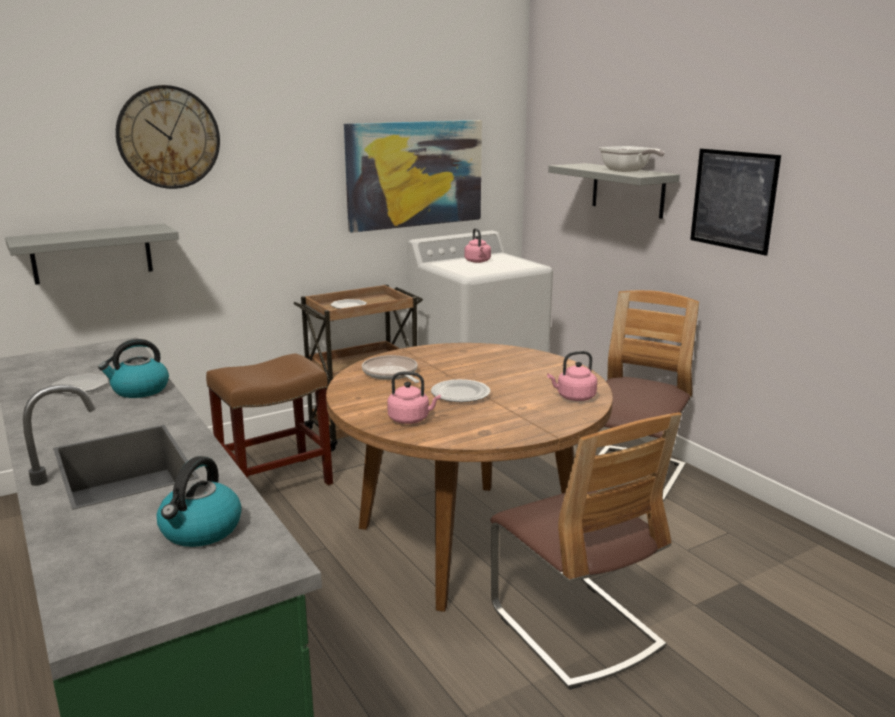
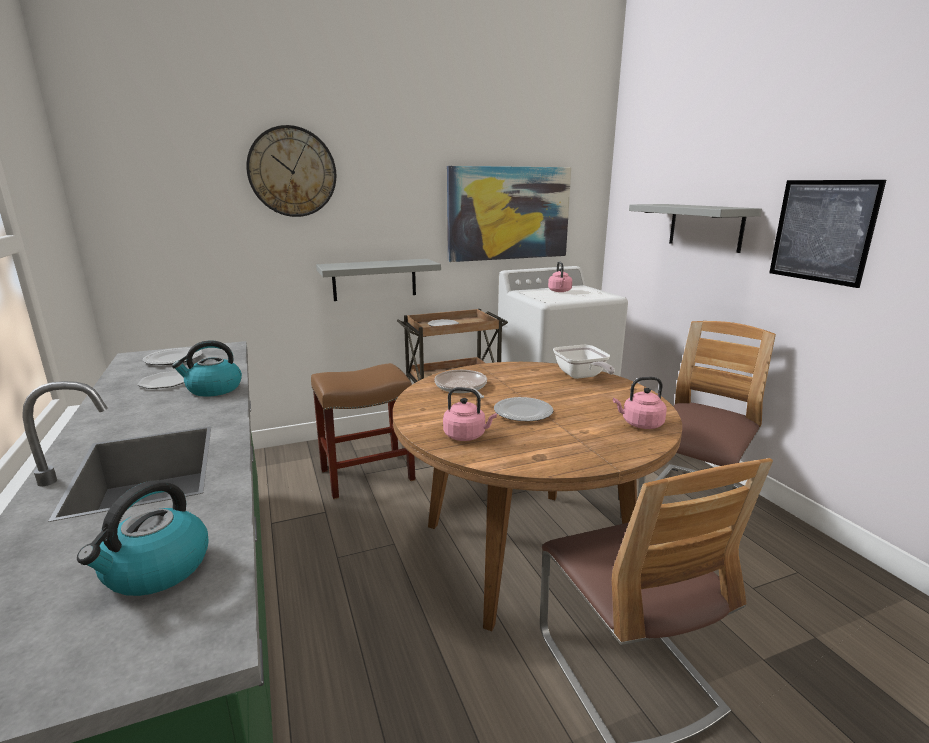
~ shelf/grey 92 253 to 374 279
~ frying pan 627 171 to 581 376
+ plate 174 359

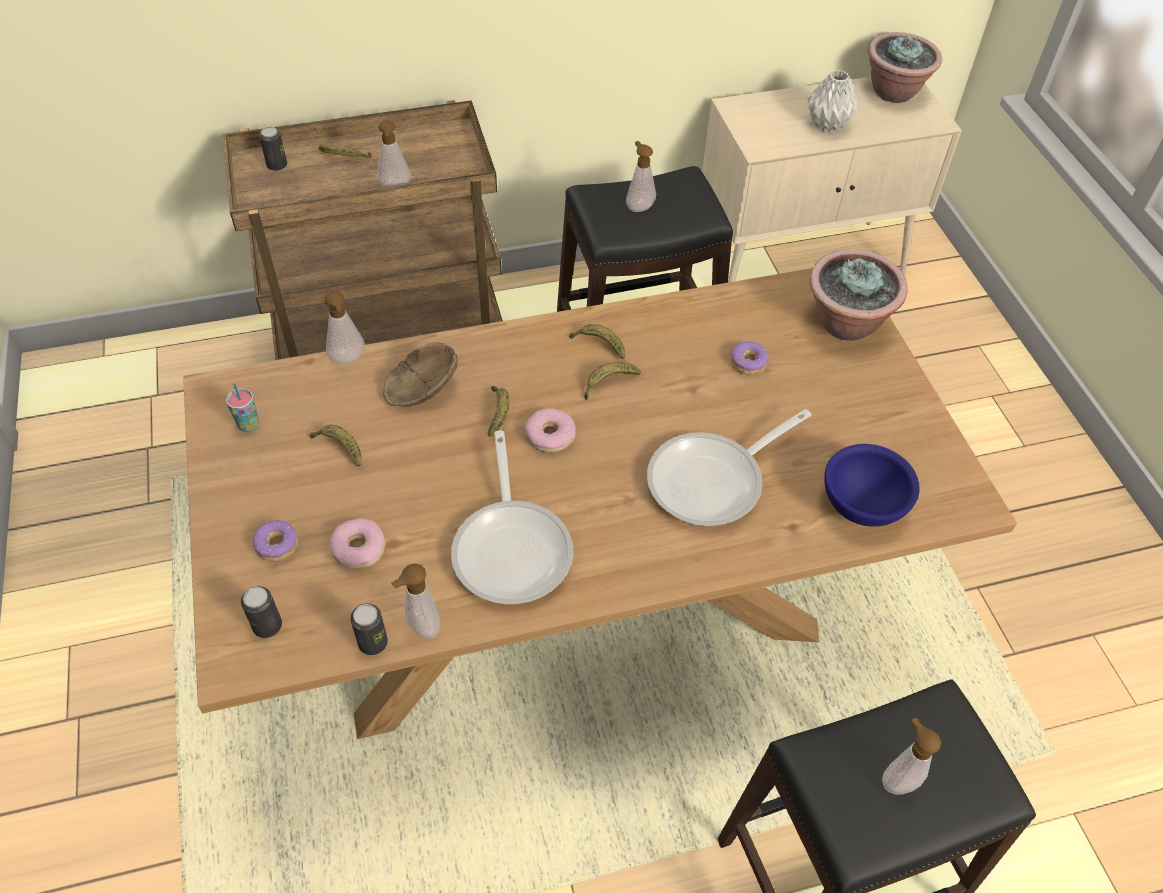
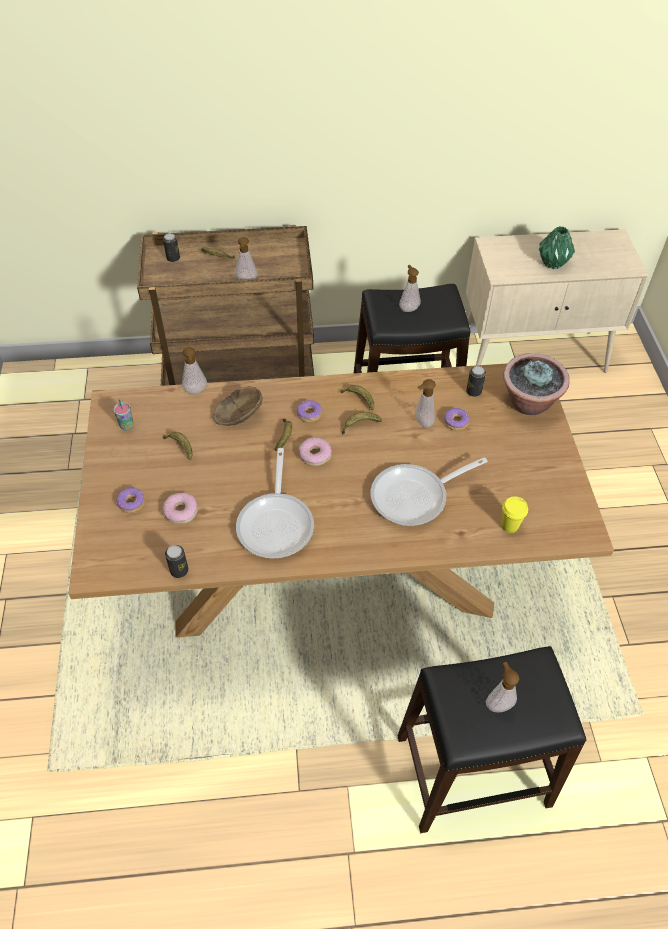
~ can 267 626 to 473 392
~ soap dispenser 420 628 to 422 422
~ vase/grey 826 126 to vase/green 552 263
~ bowl/blue 860 506 to cup/yellow 509 525
- potted plant 894 92
+ donut 309 414

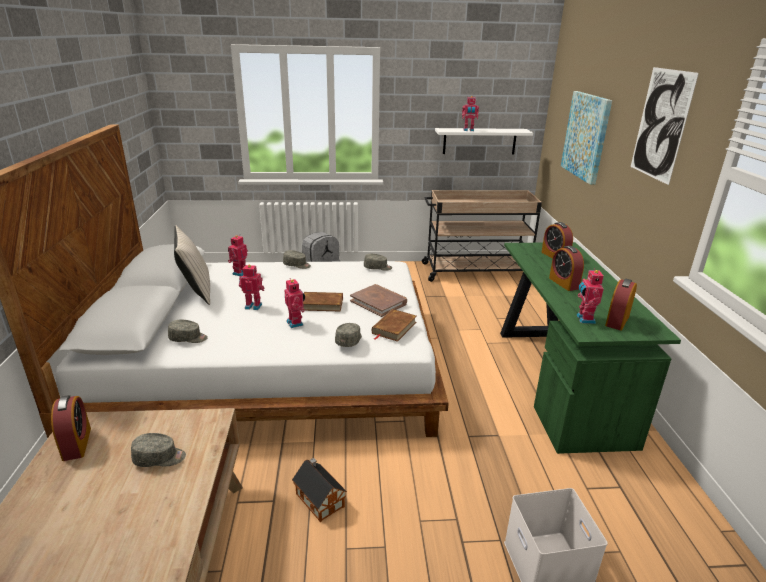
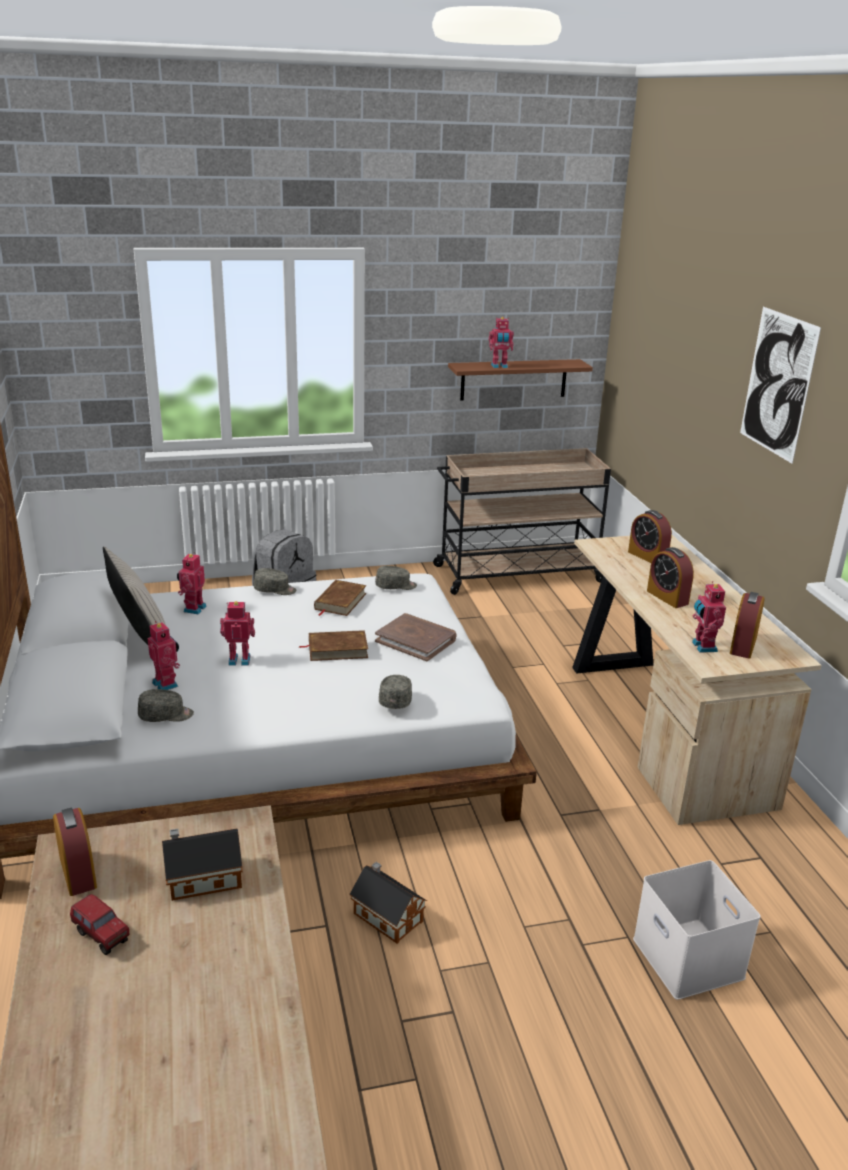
~ cap/grey 159 458 to toy house 201 878
~ toy robot 296 323 to 167 684
~ book/brown 394 328 to 340 601
~ shelf/white 479 141 to shelf/brown 513 379
~ desk/green 557 380 to desk/beige 662 728
- picture 586 136
+ toy truck 101 936

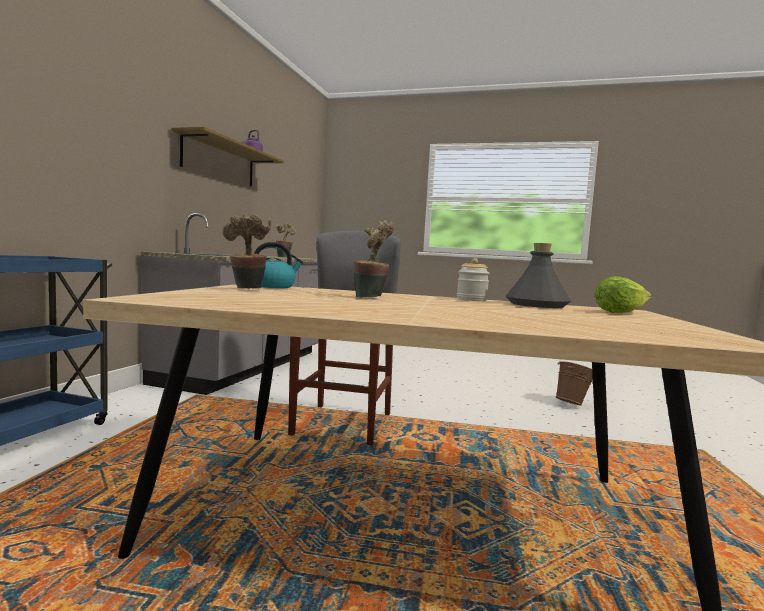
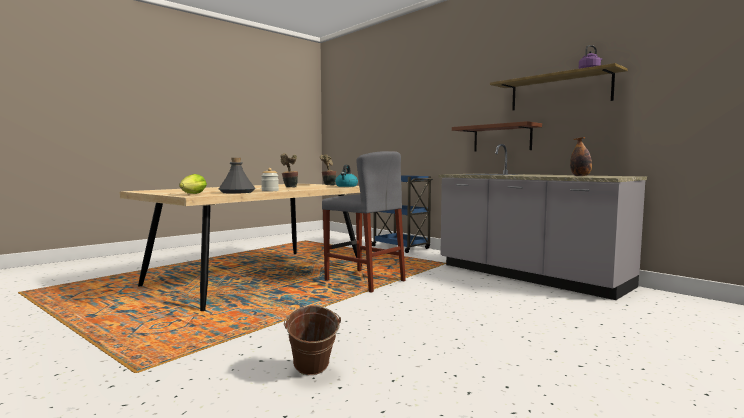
~ potted plant 284 257 to bottle 580 176
+ shelf/brown 502 138

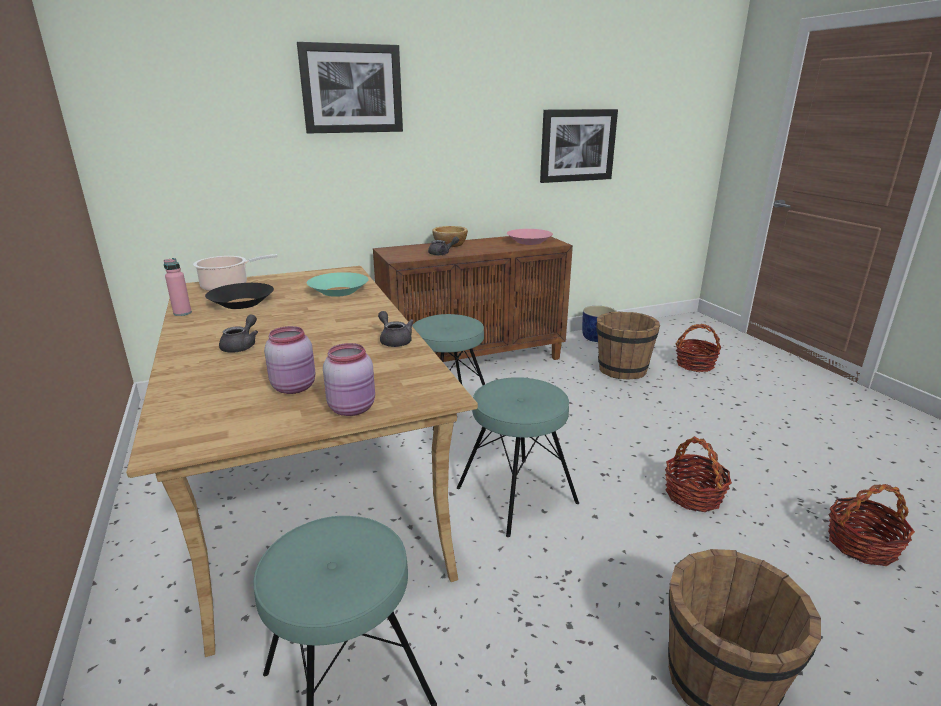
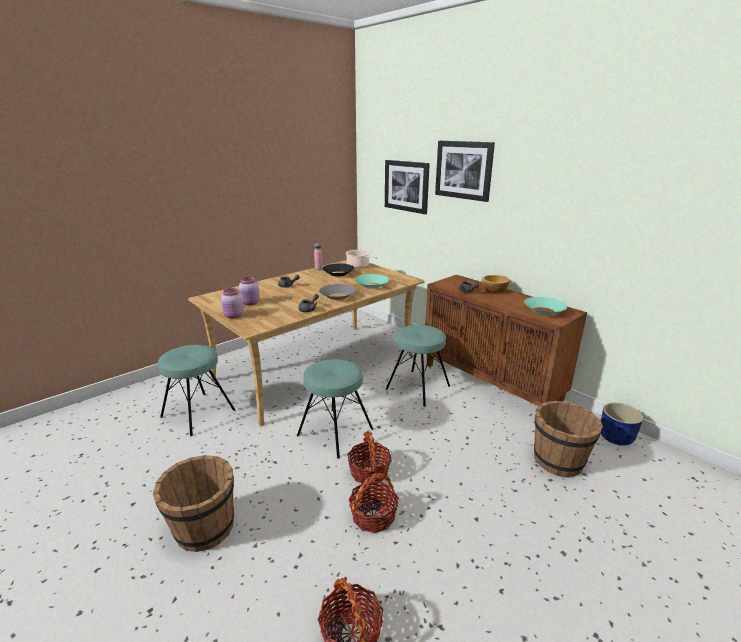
~ bowl/pink 529 242 to bowl/turquoise 544 311
~ picture 577 145 to 406 186
~ basket 695 365 to 369 472
+ bowl/grey 337 296

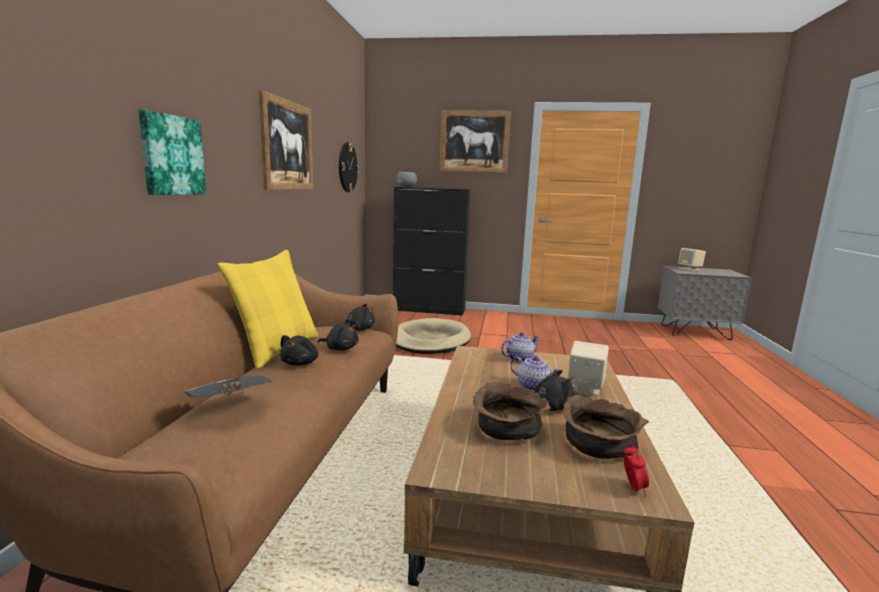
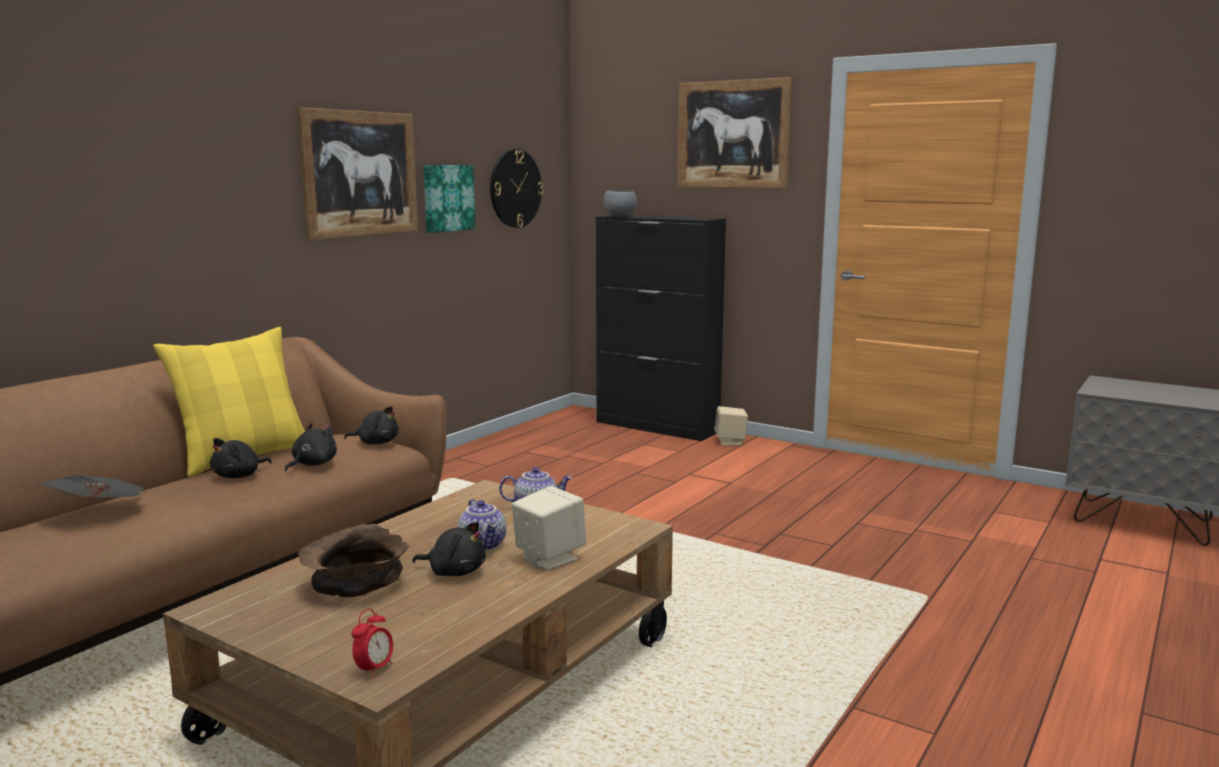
~ picture 171 155 to 447 198
~ plush toy/black 340 348 = 312 464 105 degrees counterclockwise
- dog bed/beige 430 340
- bowl/brown 600 445
~ speaker/beige 690 269 to 730 442

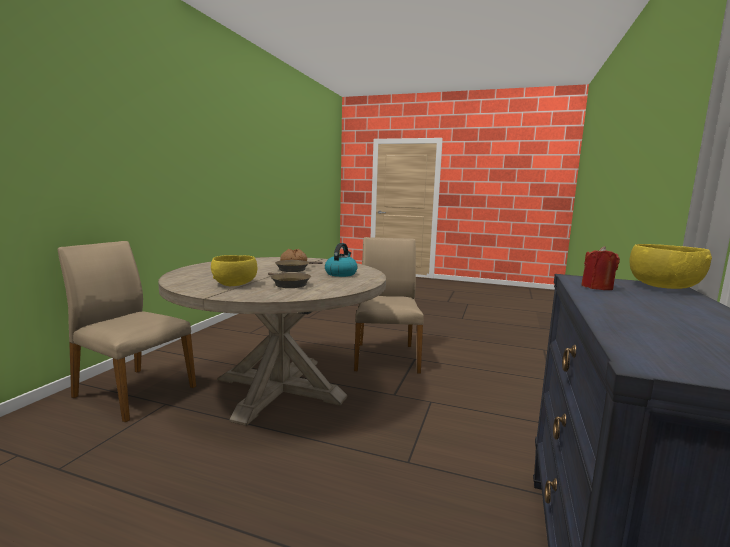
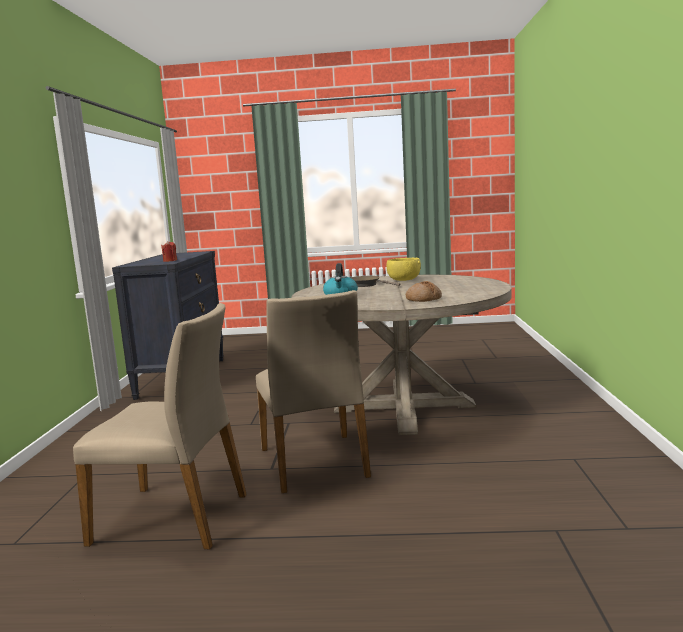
~ chair/beige 133 392 to 173 517
- frying pan/brown 294 269
- bowl/yellow 663 287

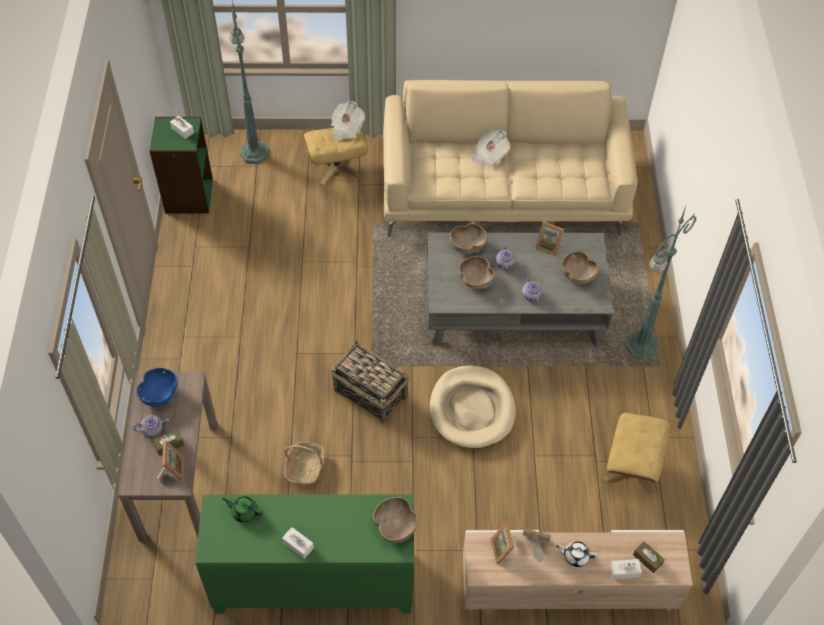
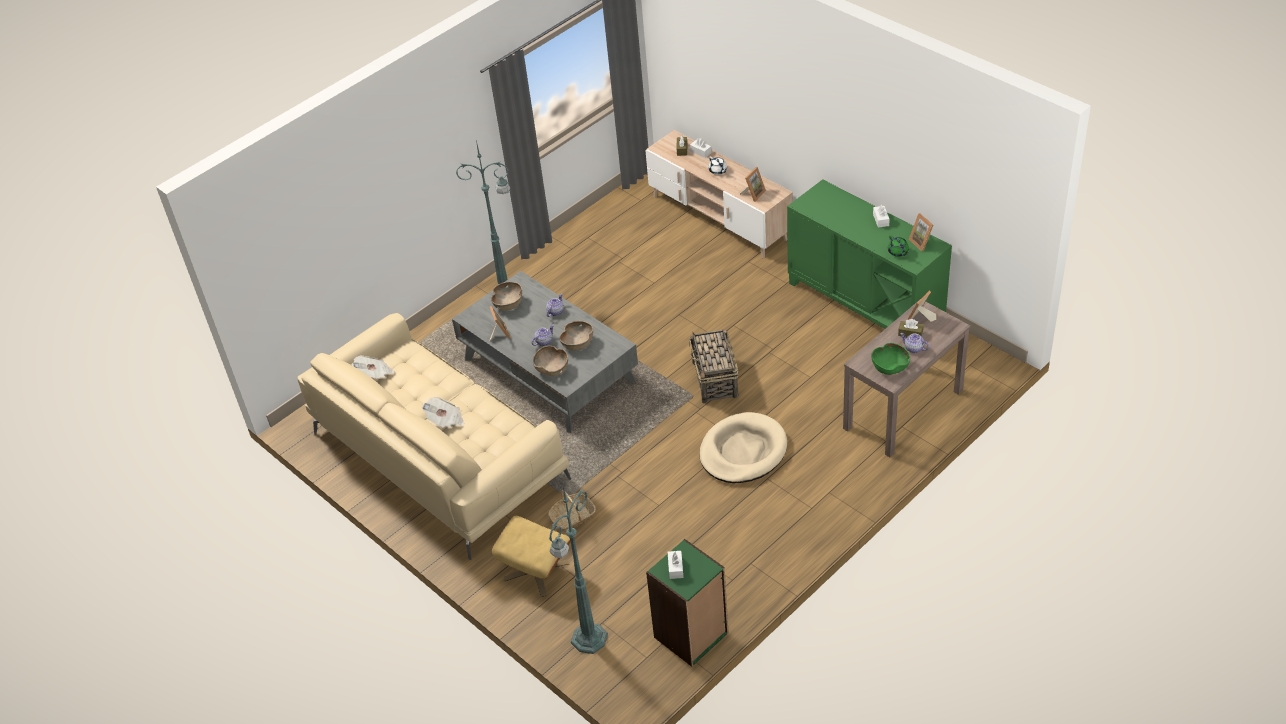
~ bowl/blue 160 394 to bowl/green 889 367
~ basket 305 467 to 573 518
~ newspaper 346 128 to 375 374
- bowl/brown 395 526
~ dog bed/beige 472 409 to 743 451
~ picture frame 534 546 to 922 242
- ottoman/beige 632 467

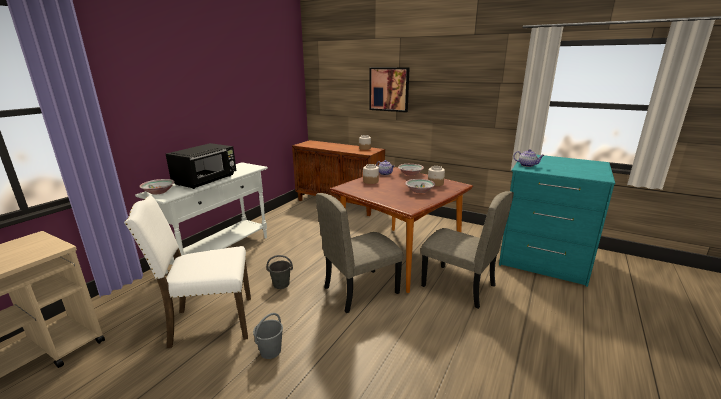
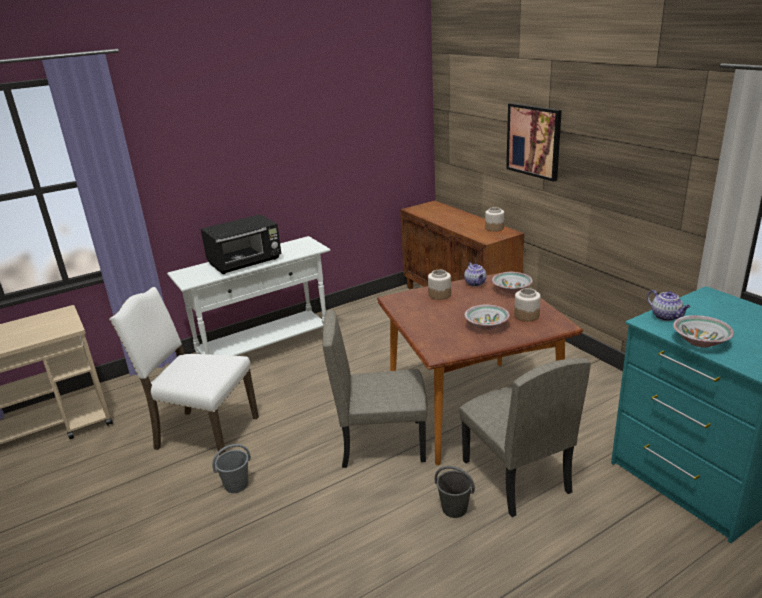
~ bowl 159 192 to 701 341
~ bucket/grey 281 284 to 455 508

